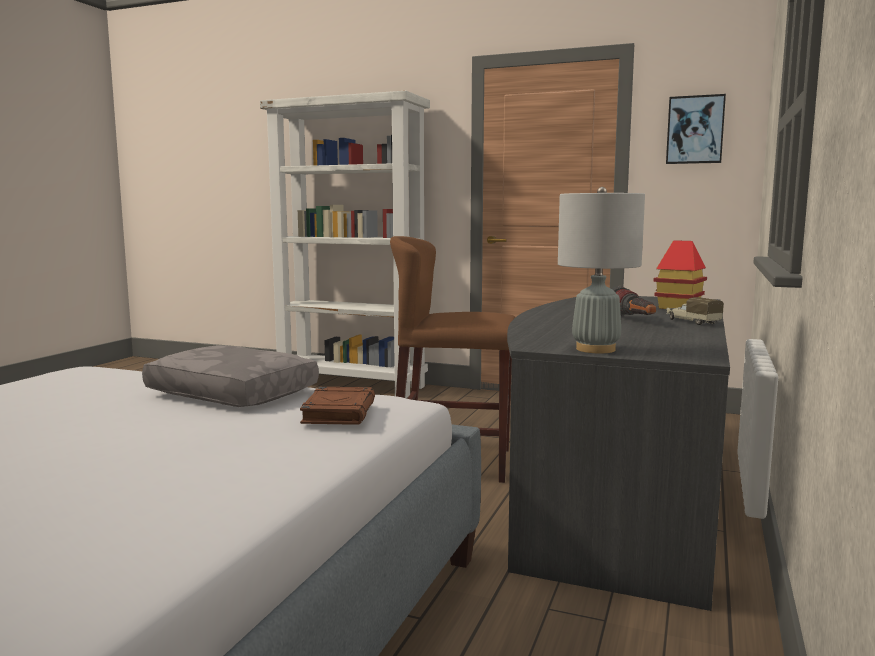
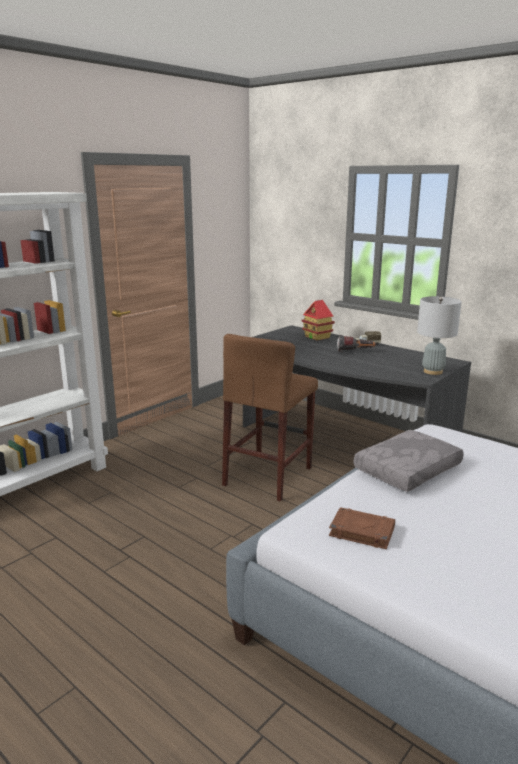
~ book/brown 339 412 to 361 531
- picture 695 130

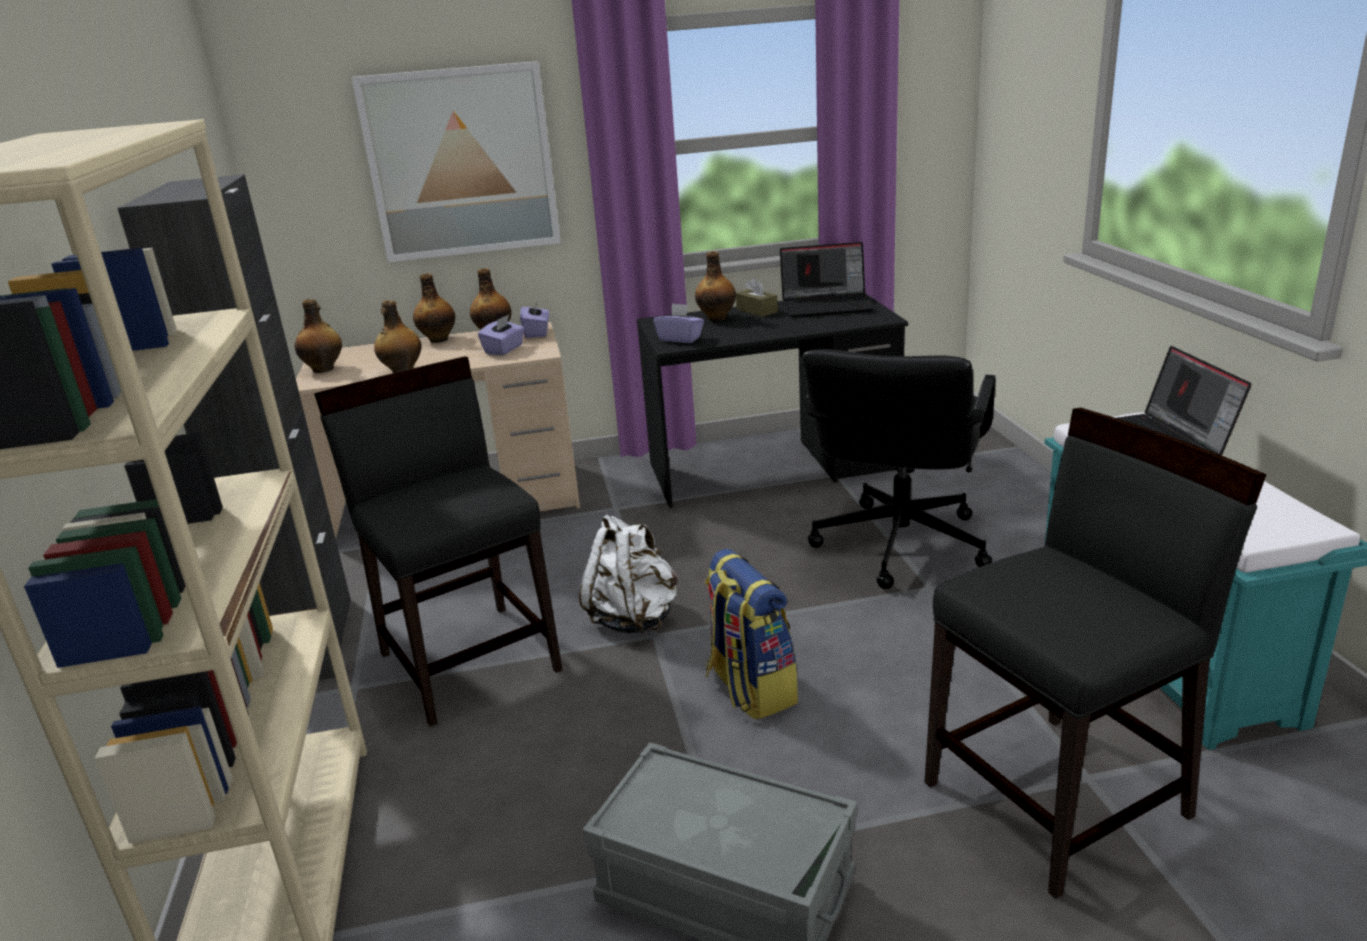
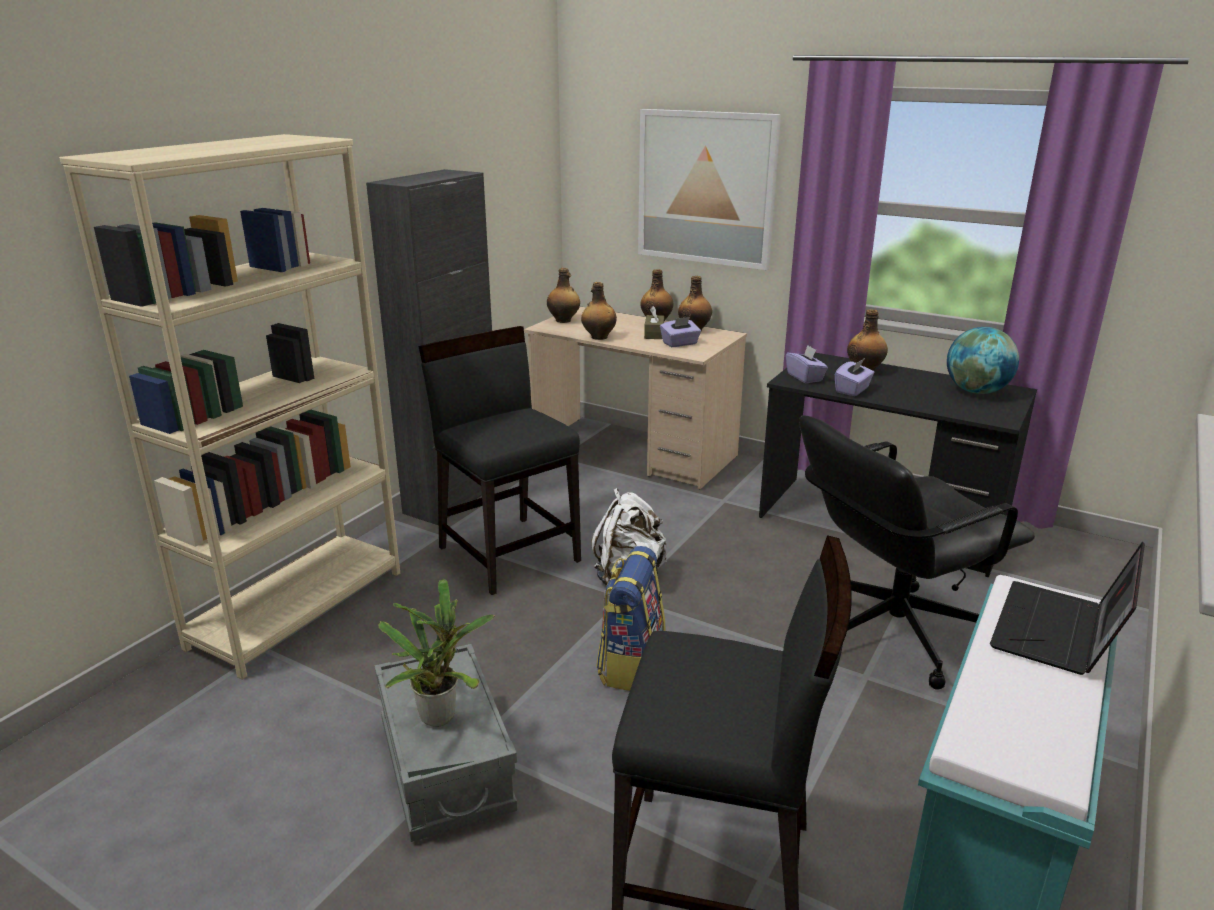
~ chair/black 470 660 = 509 553 45 degrees counterclockwise
~ tissue box/purple 537 333 to 852 390
~ tissue box/brown 757 310 to 654 334
~ laptop 828 305 to globe 976 391
+ potted plant 440 713

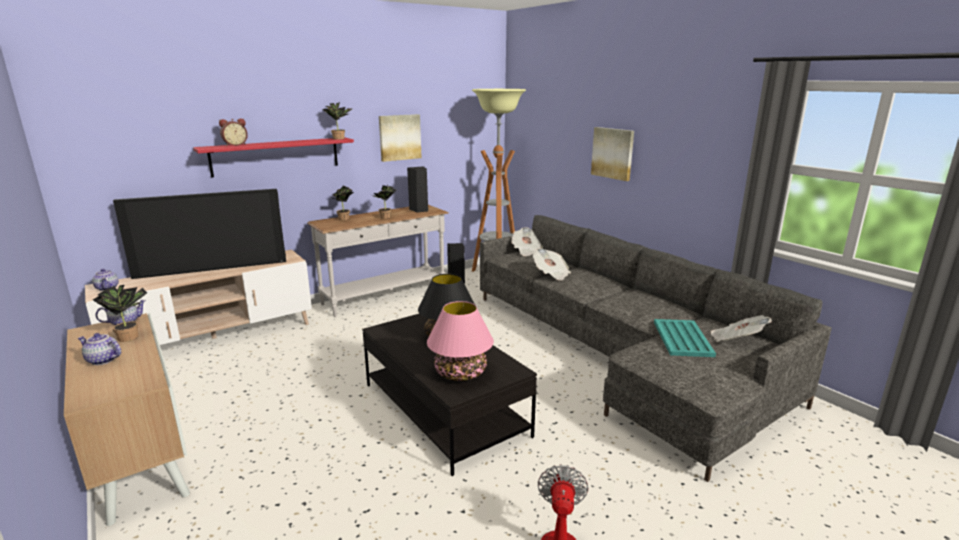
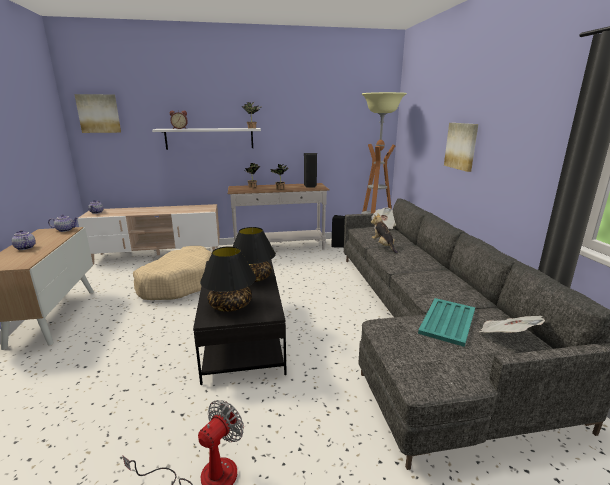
- potted plant 131 336
- television 213 267
~ shelf/red 276 156 to shelf/white 209 138
~ picture 399 137 to 99 113
~ table lamp/pink 461 373 to table lamp/black 230 305
~ newspaper 551 274 to plush toy 383 246
+ dog bed/beige 178 283

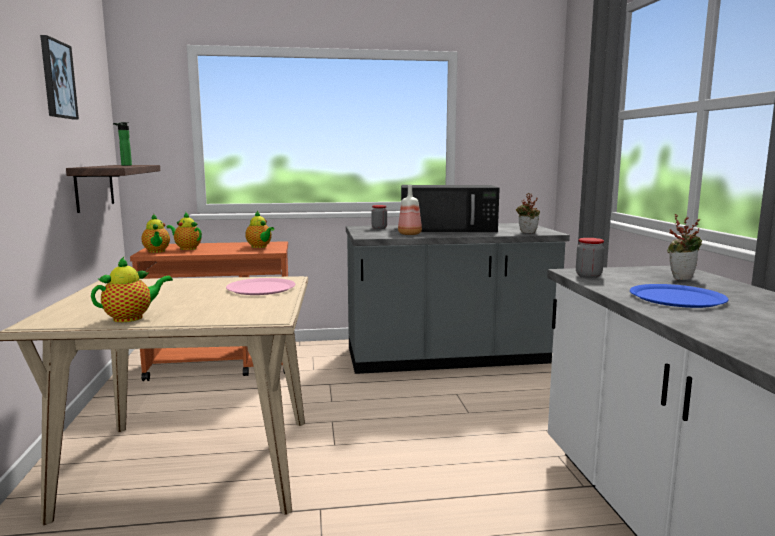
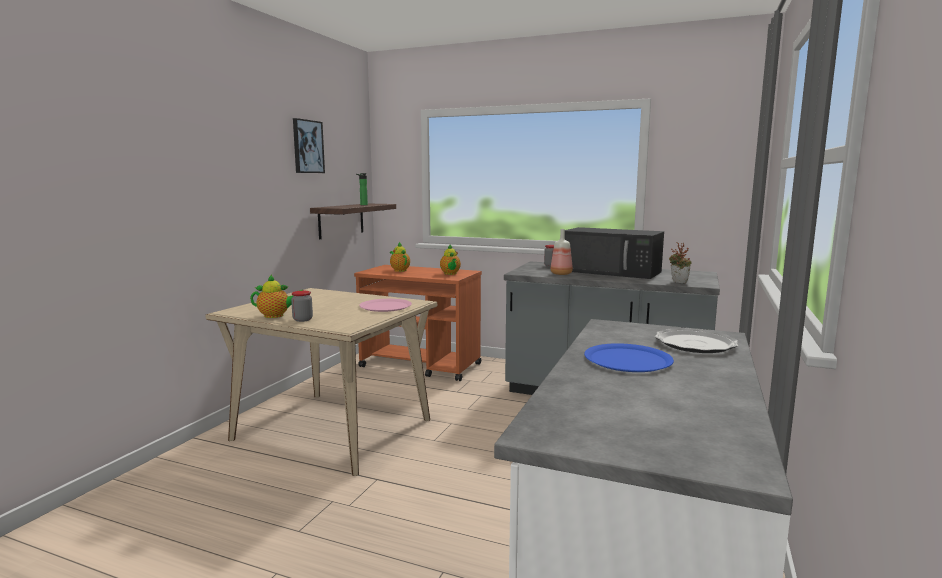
- teapot 156 251
~ jar 588 275 to 302 319
~ potted plant 681 278 to plate 694 344

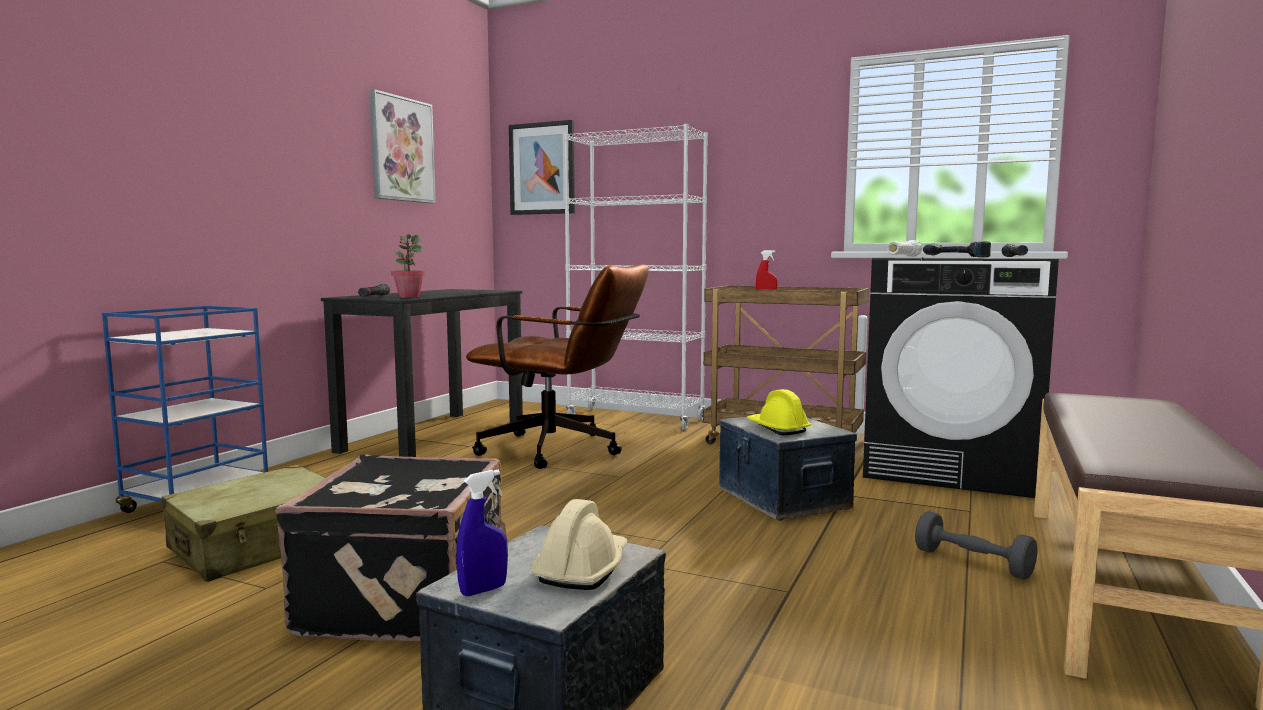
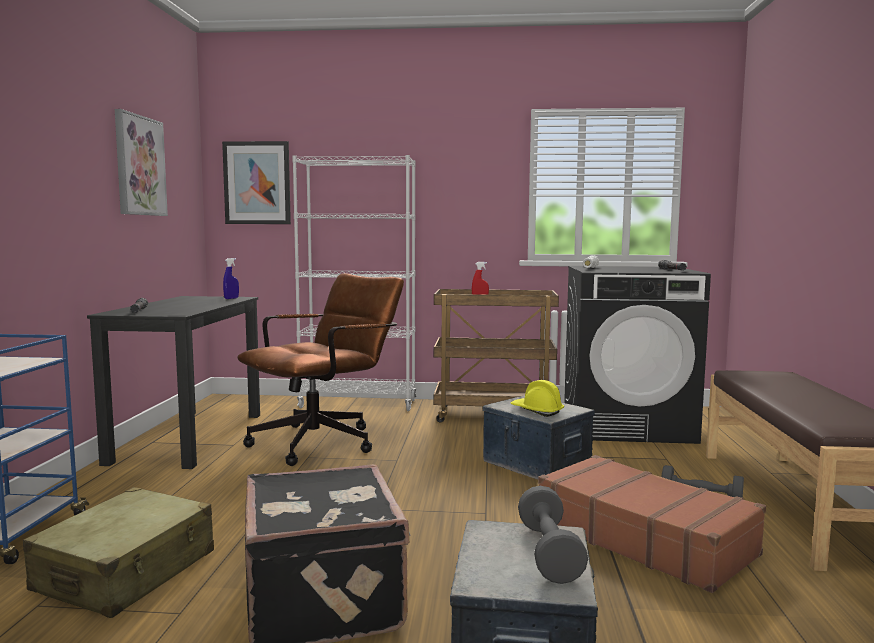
- potted plant 409 297
~ spray bottle/blue 483 590 to 231 298
~ office chair/brown 562 451 = 324 441 45 degrees counterclockwise
~ hard hat/beige 582 569 to dumbbell/grey 549 553
- power drill 957 256
+ suitcase/brown 644 537

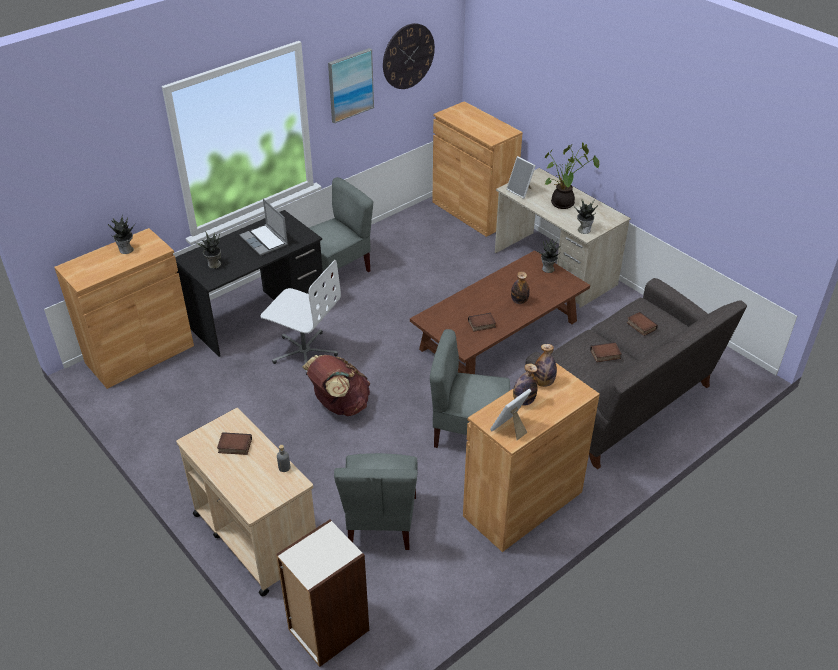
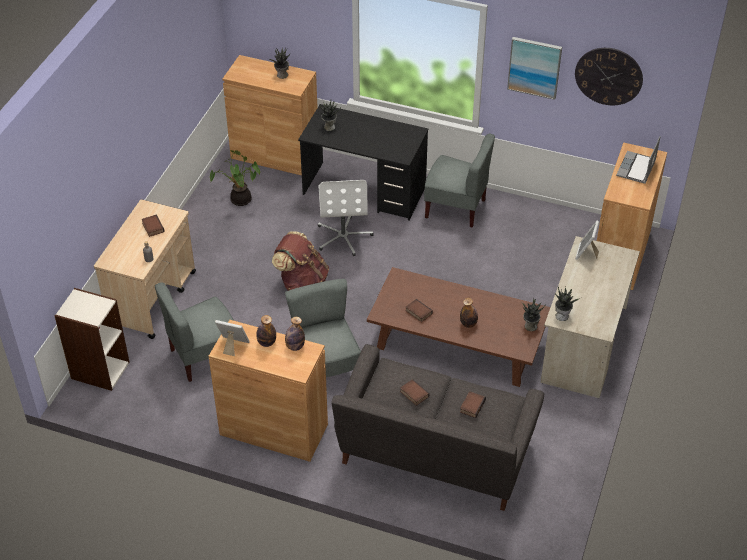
~ laptop 265 241 to 636 169
~ potted plant 563 204 to 239 200

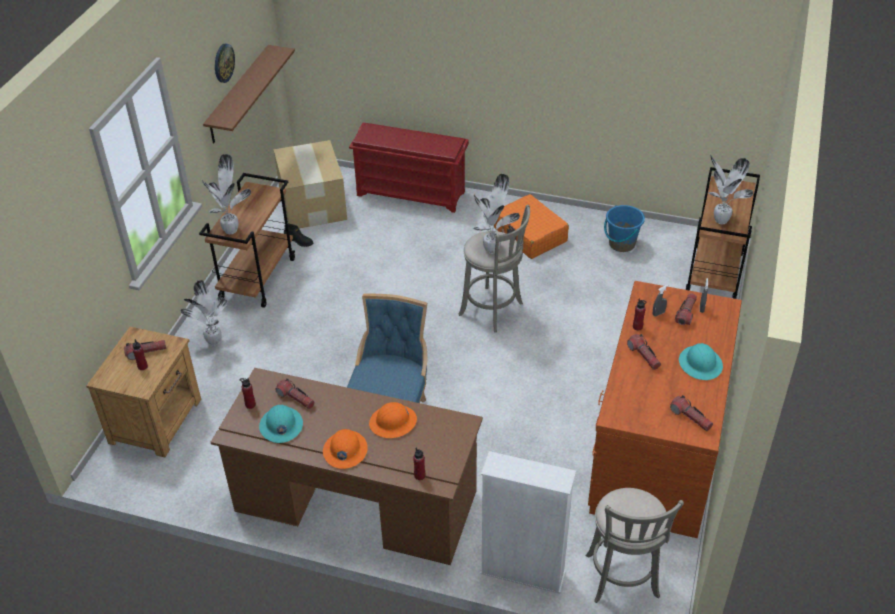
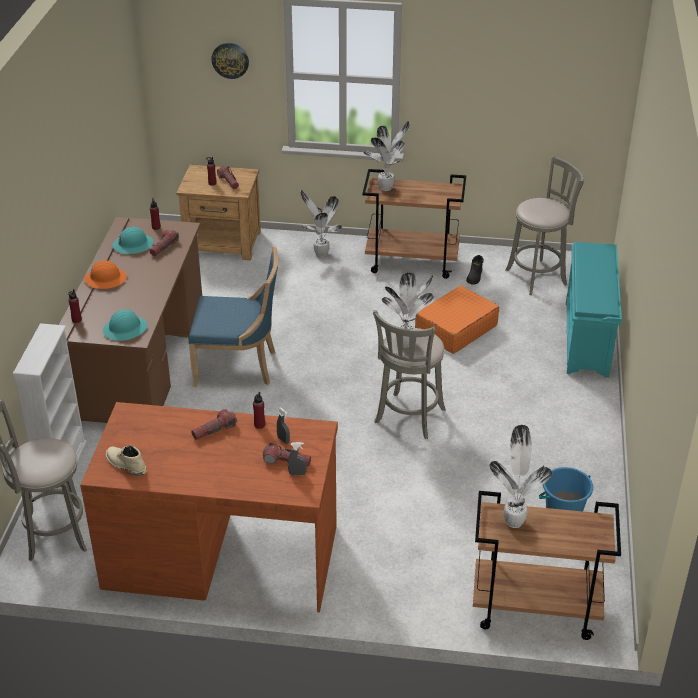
- shelf/brown 239 95
~ wall clock 223 63 to 230 60
~ cardboard box 313 204 to stool/grey 539 276
~ shoe rack/red 412 193 to shoe rack/turquoise 587 339
- hard hat/orange 393 422
~ suitcase/orange 530 235 to 455 329
~ flashlight 690 418 to boot/beige 125 465
~ hard hat/turquoise 700 364 to 125 329

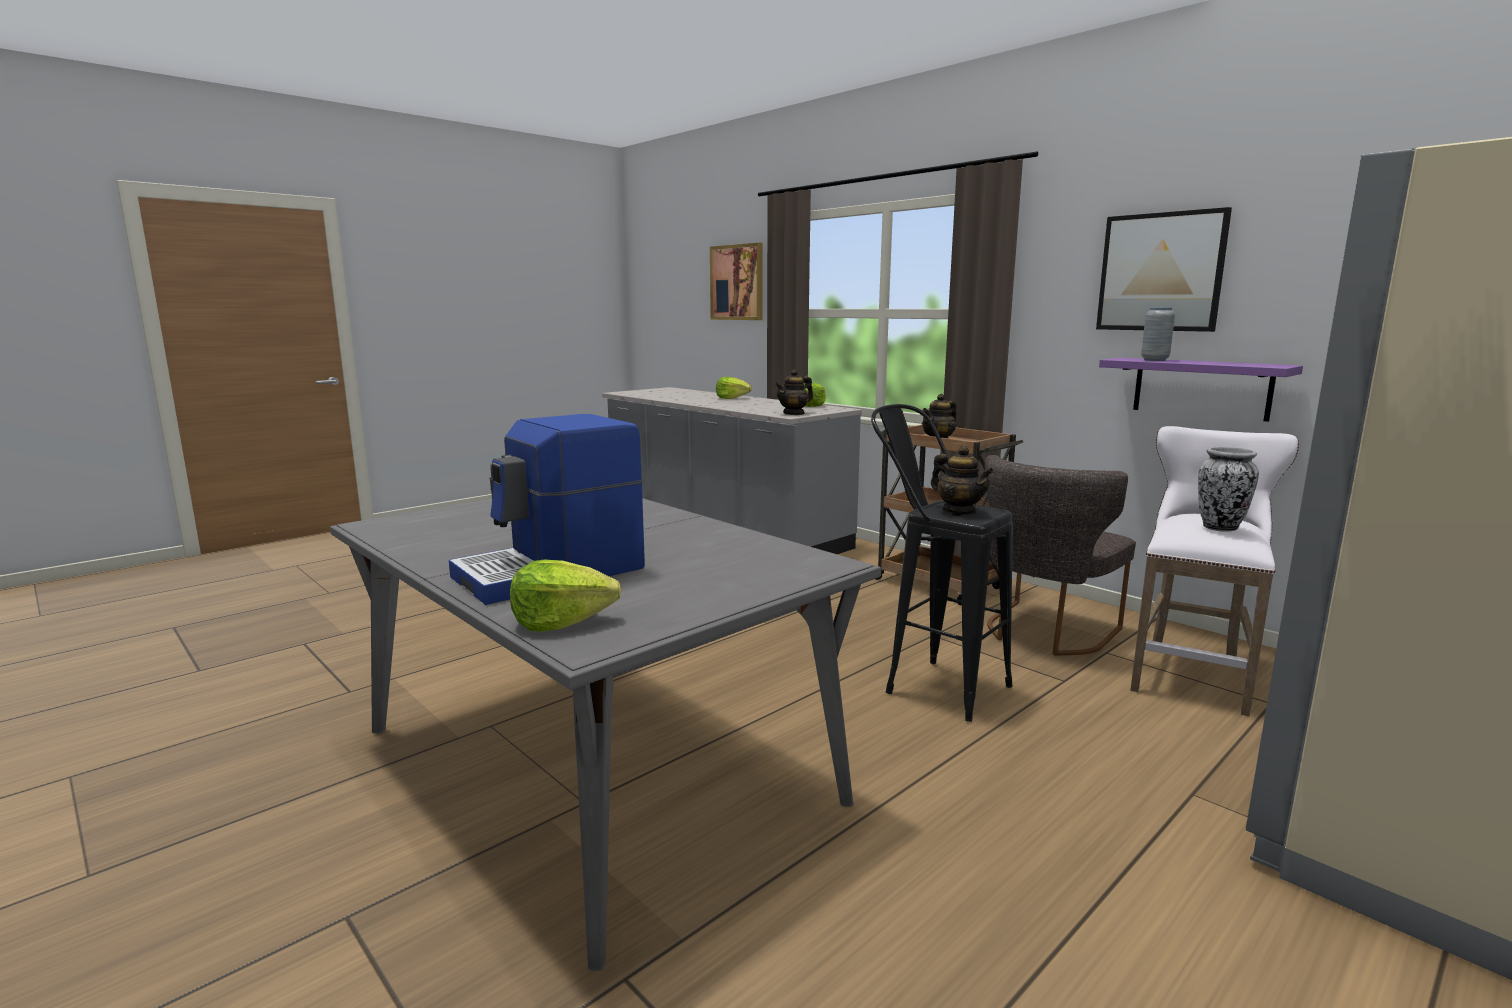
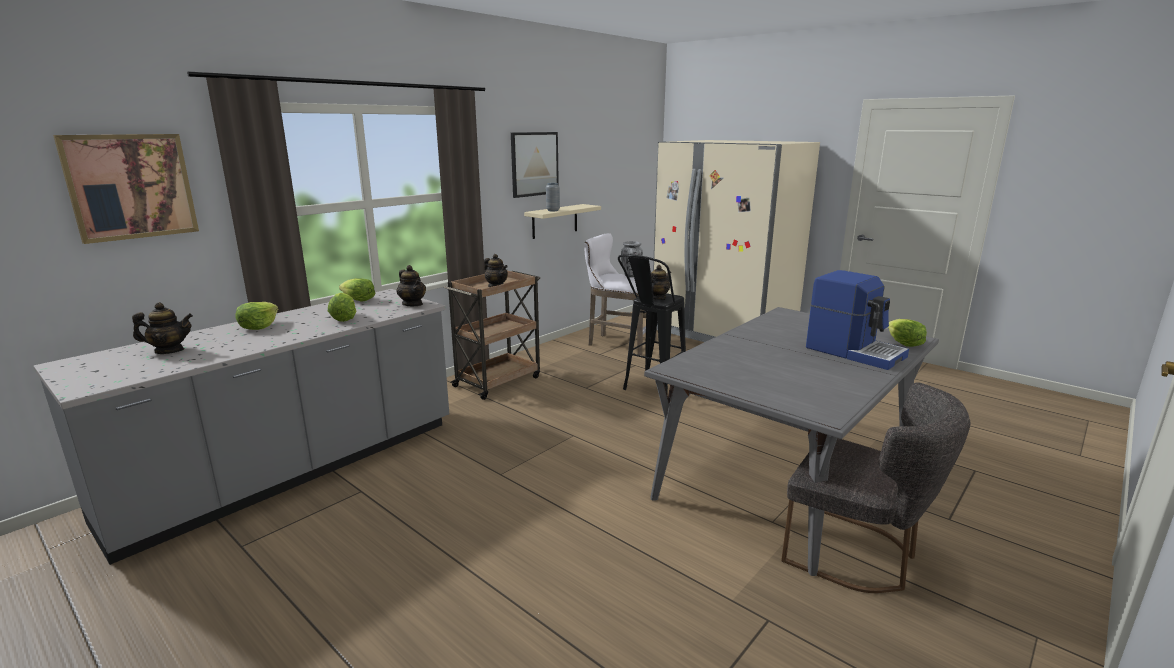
~ chair/grey 1044 632 to 857 555
~ shelf/purple 1201 388 to shelf/beige 555 221
+ teapot 169 351
+ lettuce 344 318

